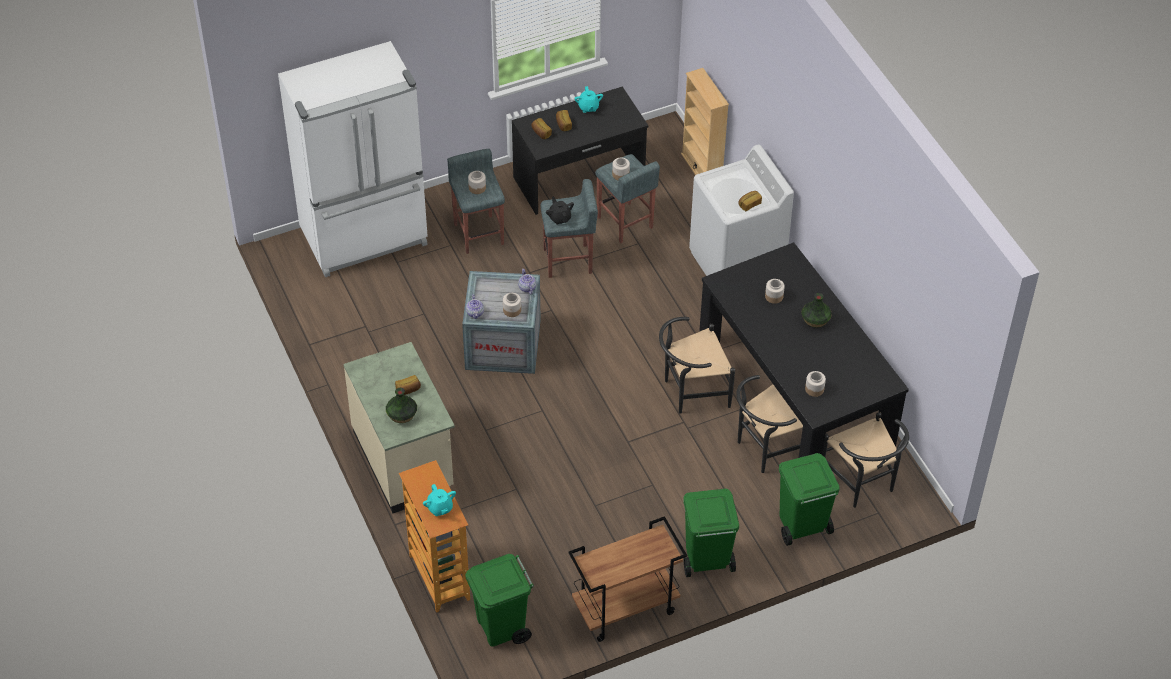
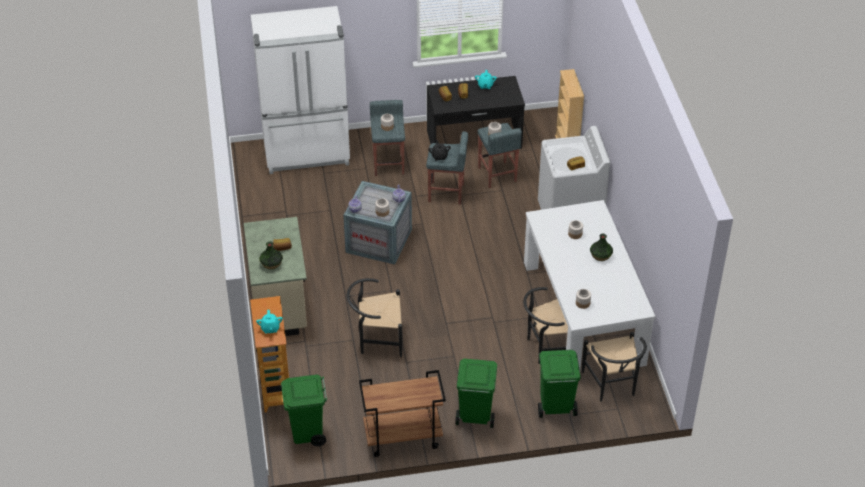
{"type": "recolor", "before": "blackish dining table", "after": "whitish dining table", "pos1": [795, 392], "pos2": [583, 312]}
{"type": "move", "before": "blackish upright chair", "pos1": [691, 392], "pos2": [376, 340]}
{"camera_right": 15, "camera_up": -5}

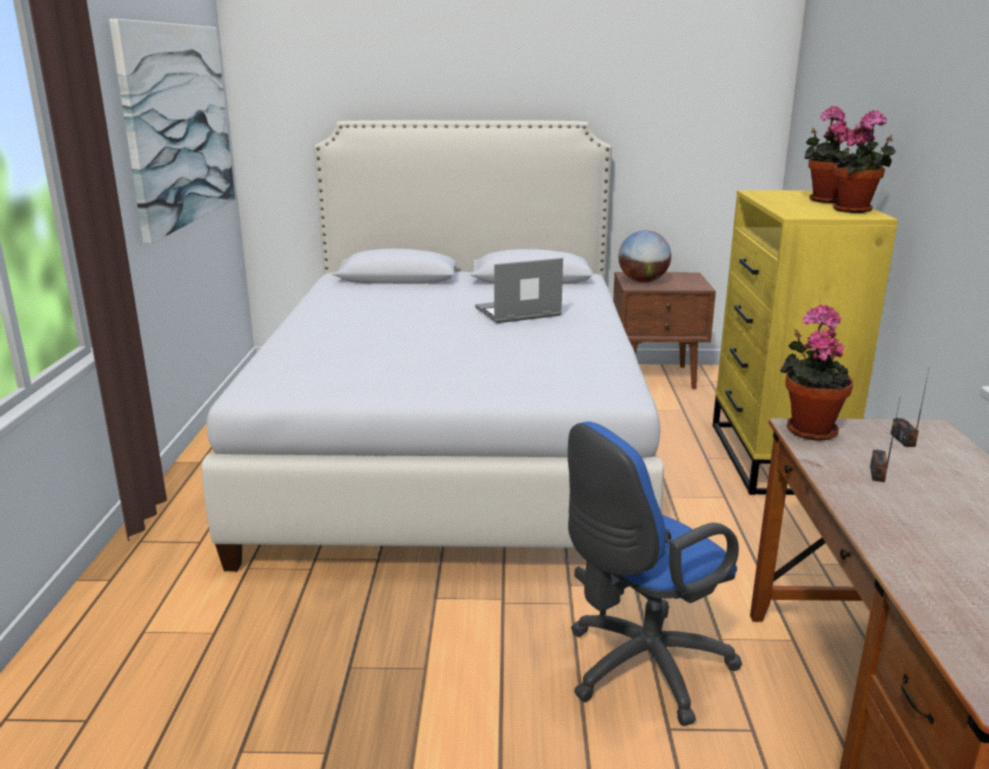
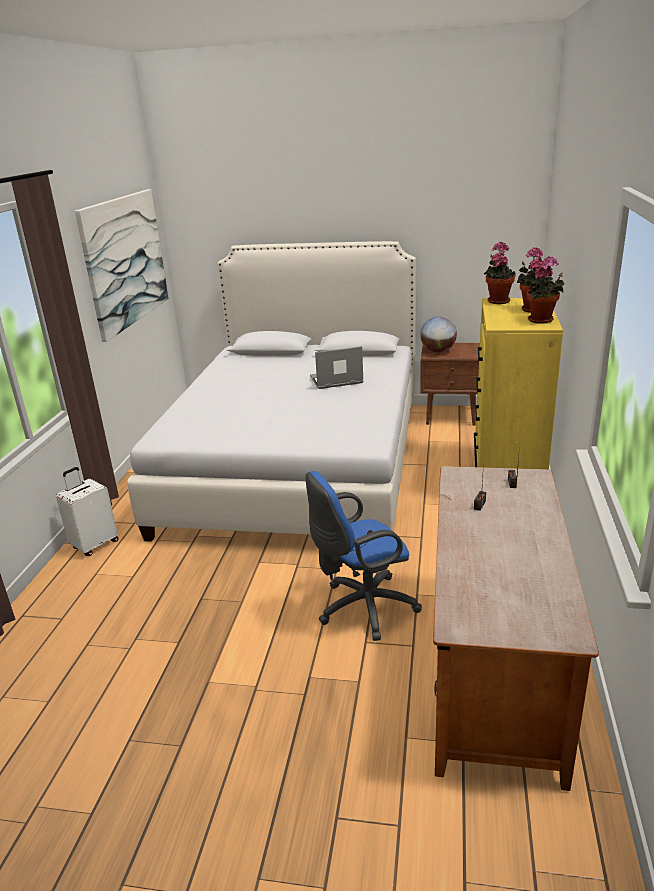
{"type": "move", "before": "plant in a pot", "pos1": [808, 429], "pos2": [497, 301]}
{"type": "insert", "after": "whitish travel case", "pos2": [94, 544]}
{"camera_right": 10, "camera_up": 5}

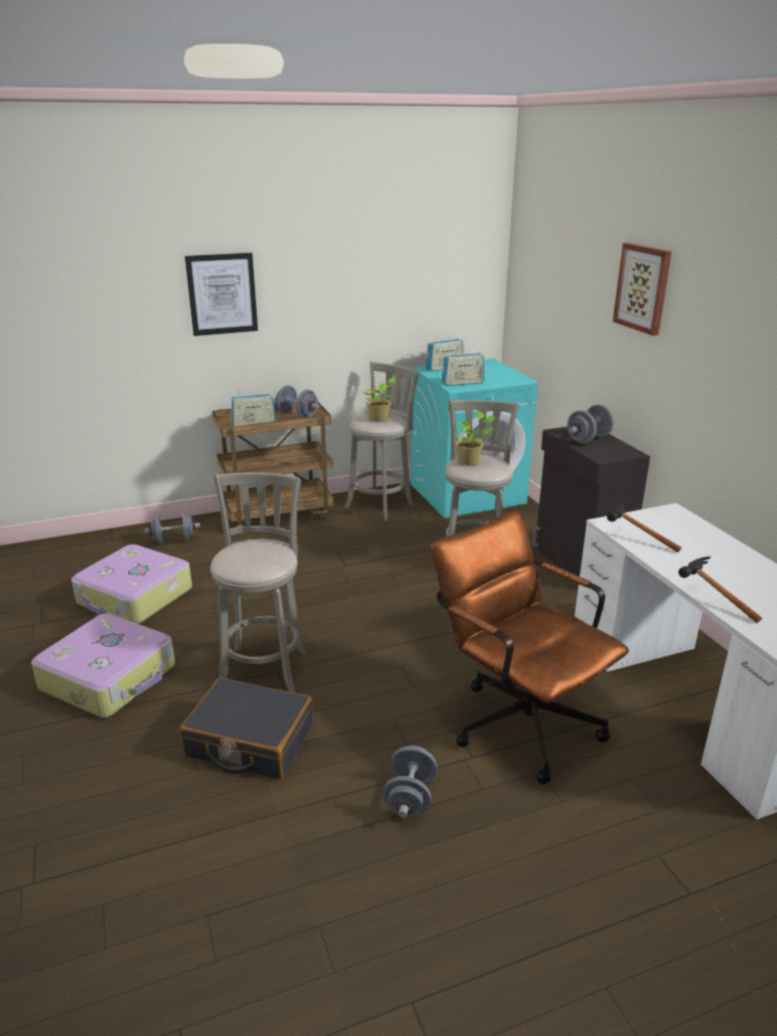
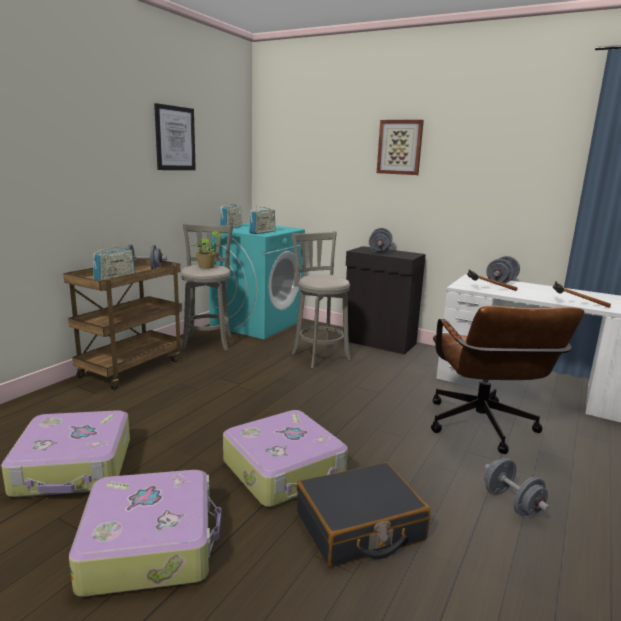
{"type": "move", "before": "wall art", "pos1": [222, 294], "pos2": [175, 138]}
{"type": "delete", "before": "plant in a pot", "pos1": [470, 462]}
{"type": "replace", "before": "greyish stool", "after": "travel case", "pos1": [265, 667], "pos2": [285, 470]}
{"type": "rotate", "before": "brownish computer chair", "pos1": [517, 718], "pos2": [483, 429], "turn": -105}
{"type": "move", "before": "greyish hand weight", "pos1": [174, 540], "pos2": [501, 282]}
{"camera_right": -40, "camera_up": -10}

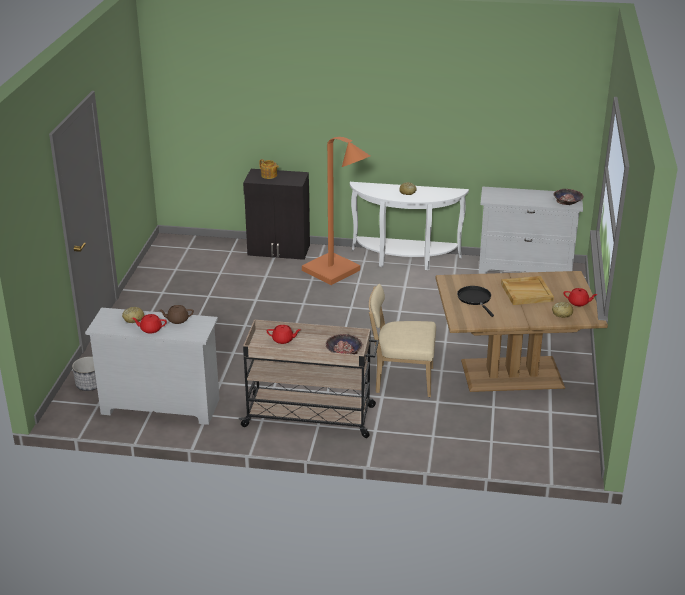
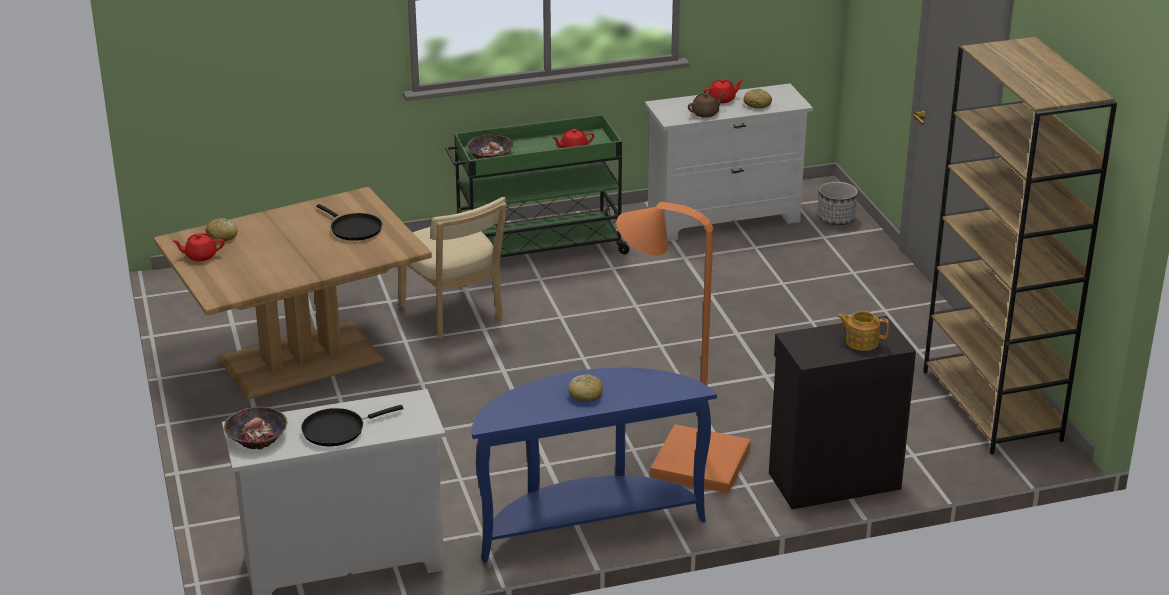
{"type": "recolor", "before": "whitish narrow table", "after": "blue-coloured narrow table", "pos1": [405, 260], "pos2": [587, 524]}
{"type": "delete", "before": "beige tray", "pos1": [527, 292]}
{"type": "rotate", "before": "beige upright chair", "pos1": [401, 380], "pos2": [454, 315], "turn": 75}
{"type": "recolor", "before": "beige wheeled cart", "after": "green wheeled cart", "pos1": [311, 416], "pos2": [537, 249]}
{"type": "insert", "after": "brownish shelving unit", "pos2": [992, 406]}
{"type": "insert", "after": "blackish frying pan", "pos2": [337, 430]}
{"camera_right": 155, "camera_up": 0}

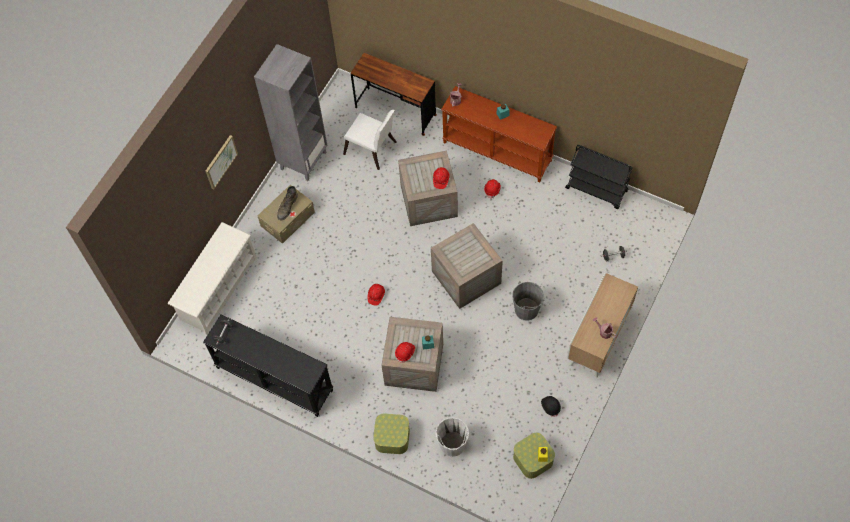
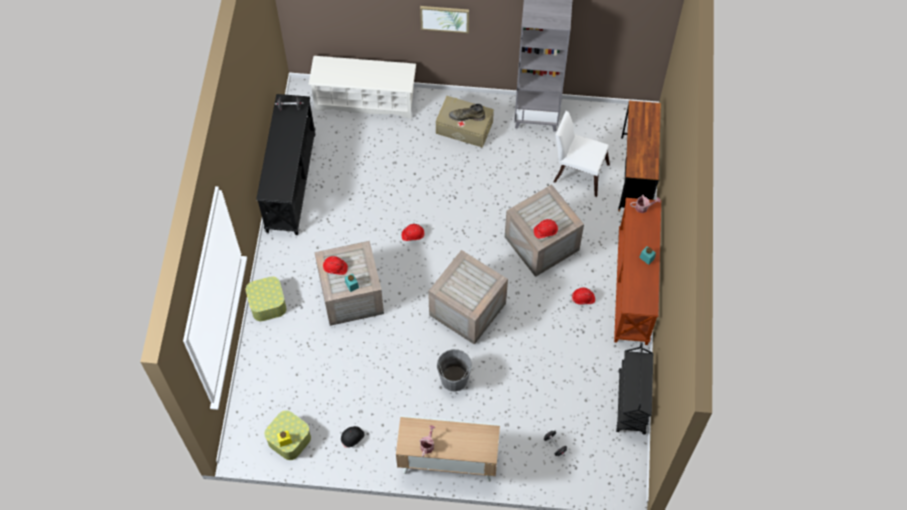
{"type": "rotate", "before": "whitish upright chair", "pos1": [372, 150], "pos2": [577, 171], "turn": 105}
{"type": "delete", "before": "whitish pail", "pos1": [452, 444]}
{"camera_right": 65, "camera_up": 0}

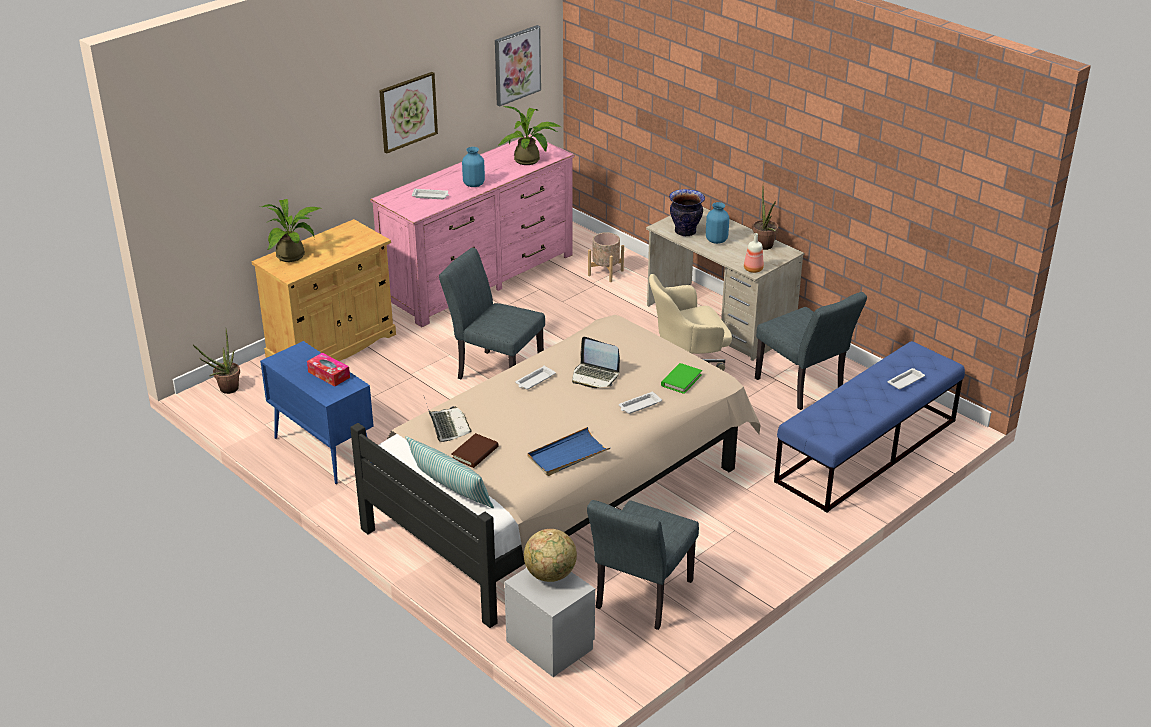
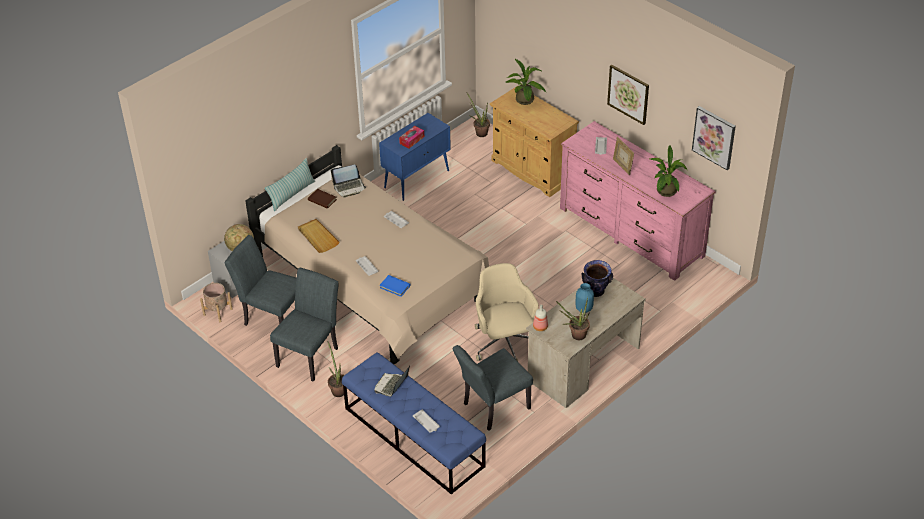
{"type": "replace", "before": "blue-coloured flower vase", "after": "standing frame", "pos1": [474, 184], "pos2": [622, 166]}
{"type": "move", "before": "beige planter", "pos1": [605, 273], "pos2": [218, 312]}
{"type": "move", "before": "greyish upright chair", "pos1": [494, 371], "pos2": [310, 354]}
{"type": "move", "before": "notebook computer", "pos1": [595, 376], "pos2": [391, 385]}
{"type": "recolor", "before": "green volume", "after": "blue-coloured volume", "pos1": [681, 380], "pos2": [395, 287]}
{"type": "recolor", "before": "blue-coloured tray", "after": "beige tray", "pos1": [568, 455], "pos2": [317, 237]}
{"type": "insert", "after": "plant in a pot", "pos2": [337, 389]}
{"camera_right": 90, "camera_up": 10}

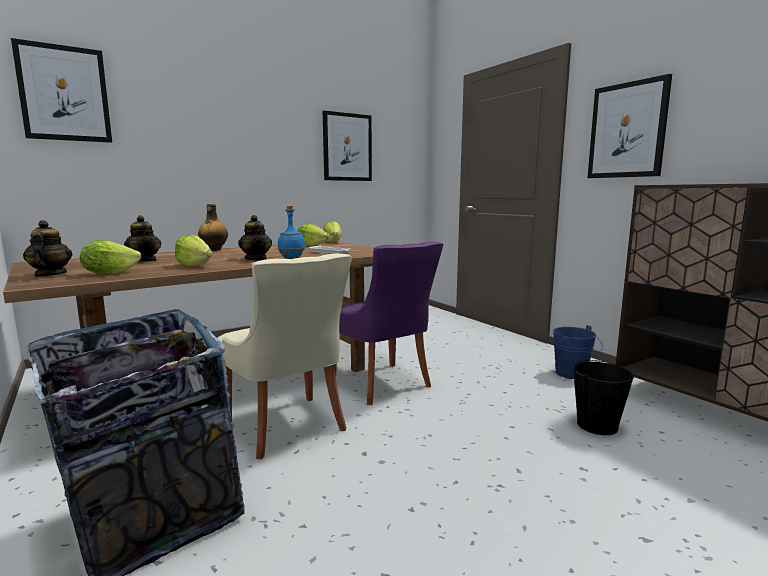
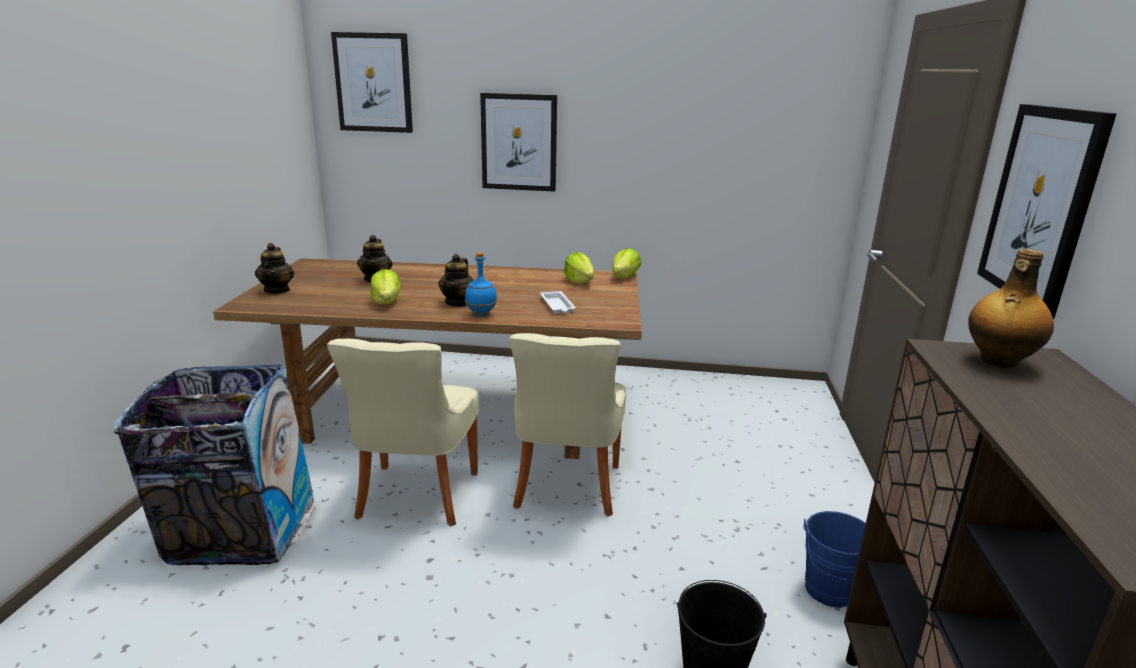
{"type": "move", "before": "wall art", "pos1": [347, 147], "pos2": [519, 142]}
{"type": "move", "before": "bottle", "pos1": [214, 250], "pos2": [998, 361]}
{"type": "rotate", "before": "pot for tea", "pos1": [50, 275], "pos2": [277, 290], "turn": 150}
{"type": "delete", "before": "head of lettuce", "pos1": [109, 273]}
{"type": "recolor", "before": "purple-coloured upright chair", "after": "beige upright chair", "pos1": [383, 384], "pos2": [566, 488]}
{"camera_right": 40, "camera_up": 10}

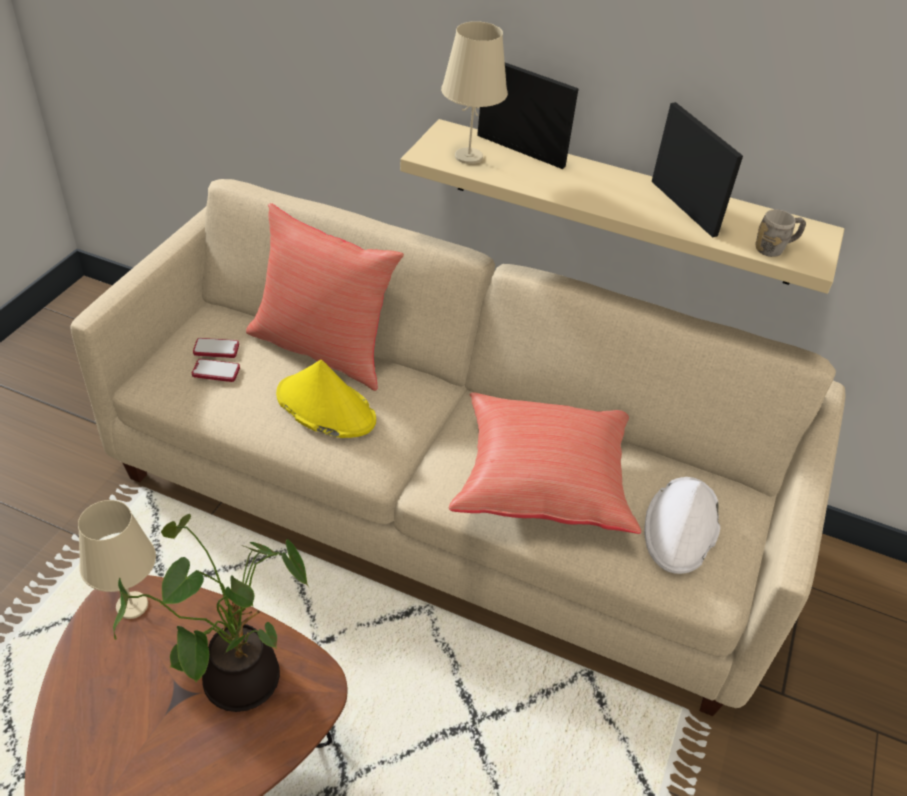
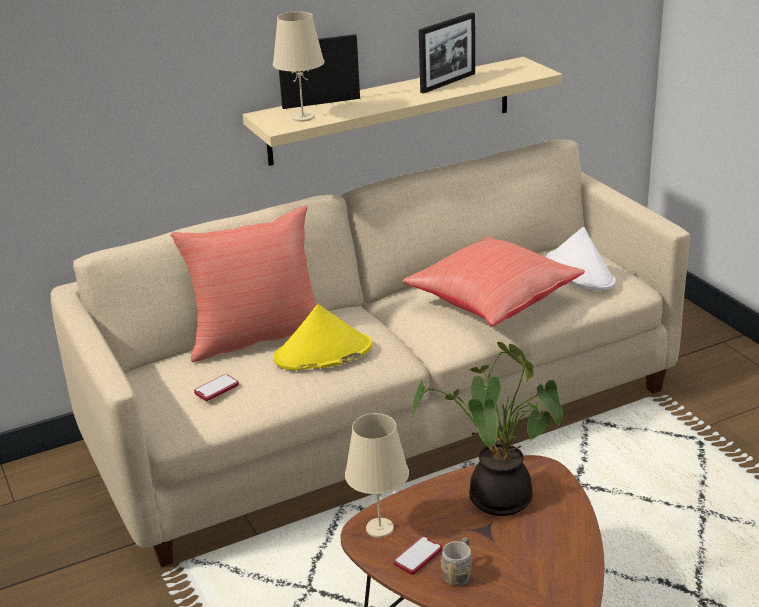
{"type": "rotate", "before": "standing frame", "pos1": [683, 208], "pos2": [448, 83], "turn": 120}
{"type": "move", "before": "greyish mug", "pos1": [774, 248], "pos2": [459, 573]}
{"type": "move", "before": "telephone", "pos1": [216, 349], "pos2": [418, 557]}
{"camera_right": -45, "camera_up": -15}

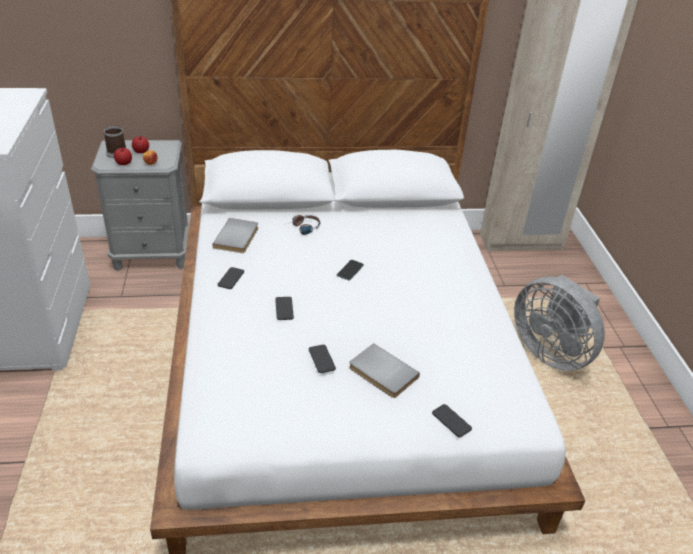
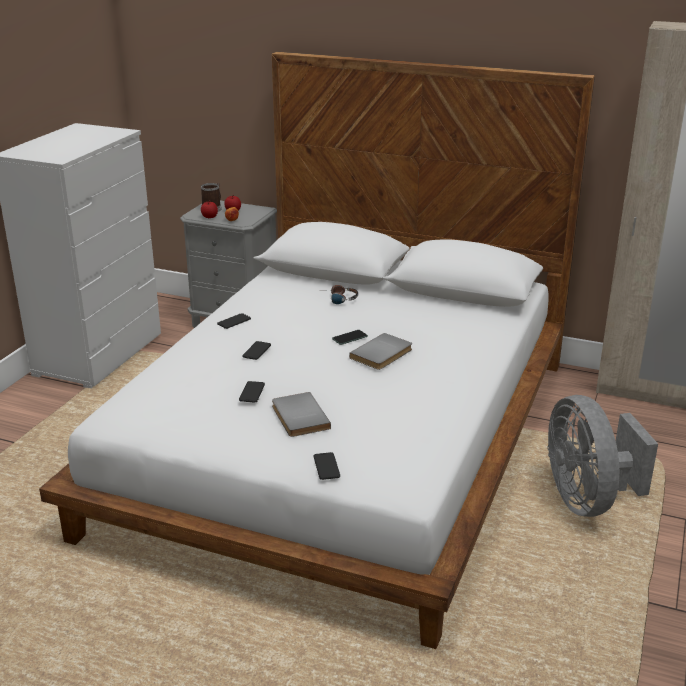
{"type": "move", "before": "greyish volume", "pos1": [238, 237], "pos2": [383, 354]}
{"camera_right": 30, "camera_up": -10}

